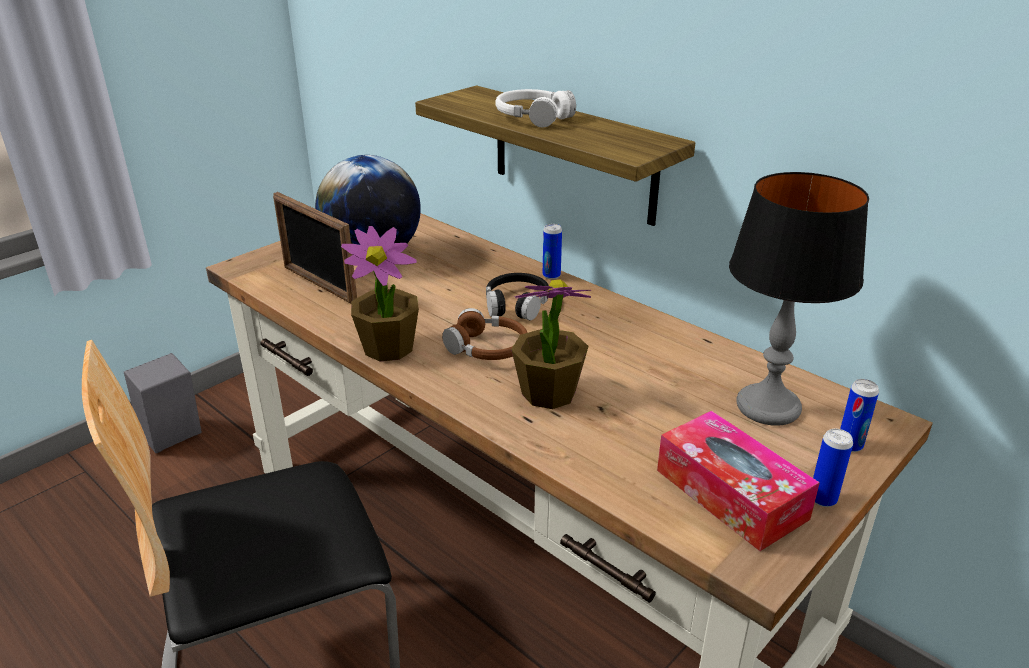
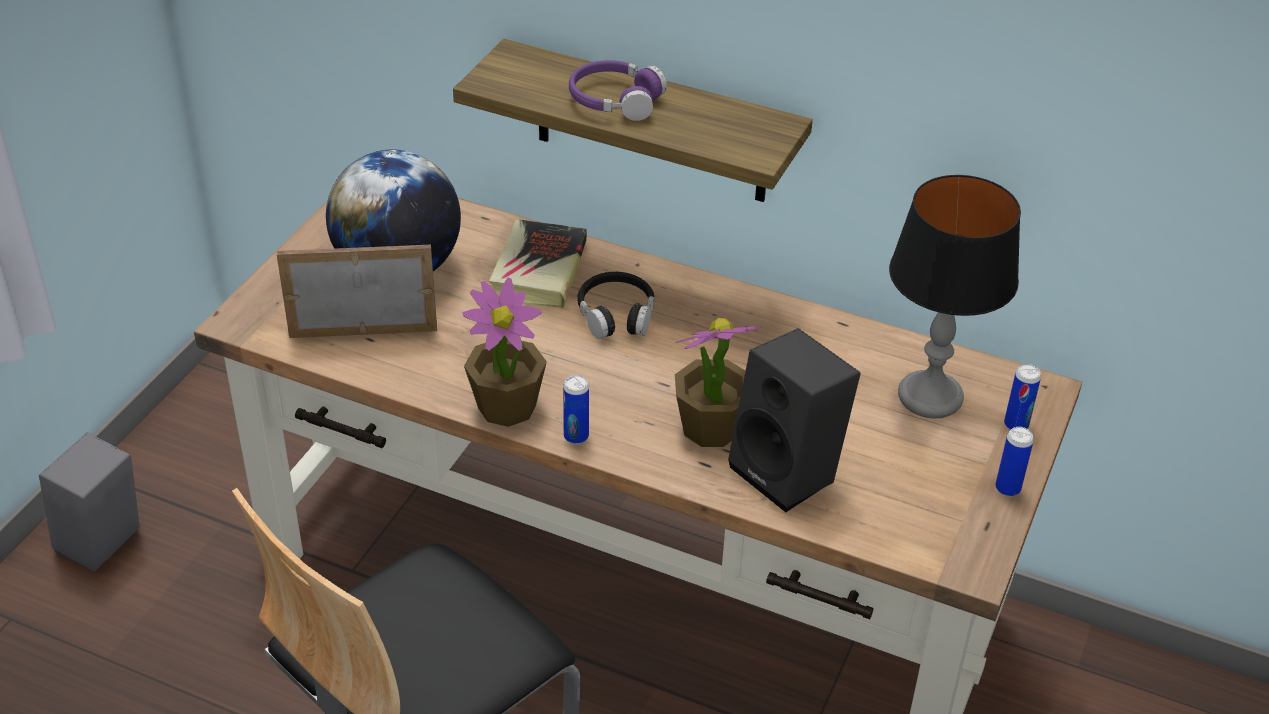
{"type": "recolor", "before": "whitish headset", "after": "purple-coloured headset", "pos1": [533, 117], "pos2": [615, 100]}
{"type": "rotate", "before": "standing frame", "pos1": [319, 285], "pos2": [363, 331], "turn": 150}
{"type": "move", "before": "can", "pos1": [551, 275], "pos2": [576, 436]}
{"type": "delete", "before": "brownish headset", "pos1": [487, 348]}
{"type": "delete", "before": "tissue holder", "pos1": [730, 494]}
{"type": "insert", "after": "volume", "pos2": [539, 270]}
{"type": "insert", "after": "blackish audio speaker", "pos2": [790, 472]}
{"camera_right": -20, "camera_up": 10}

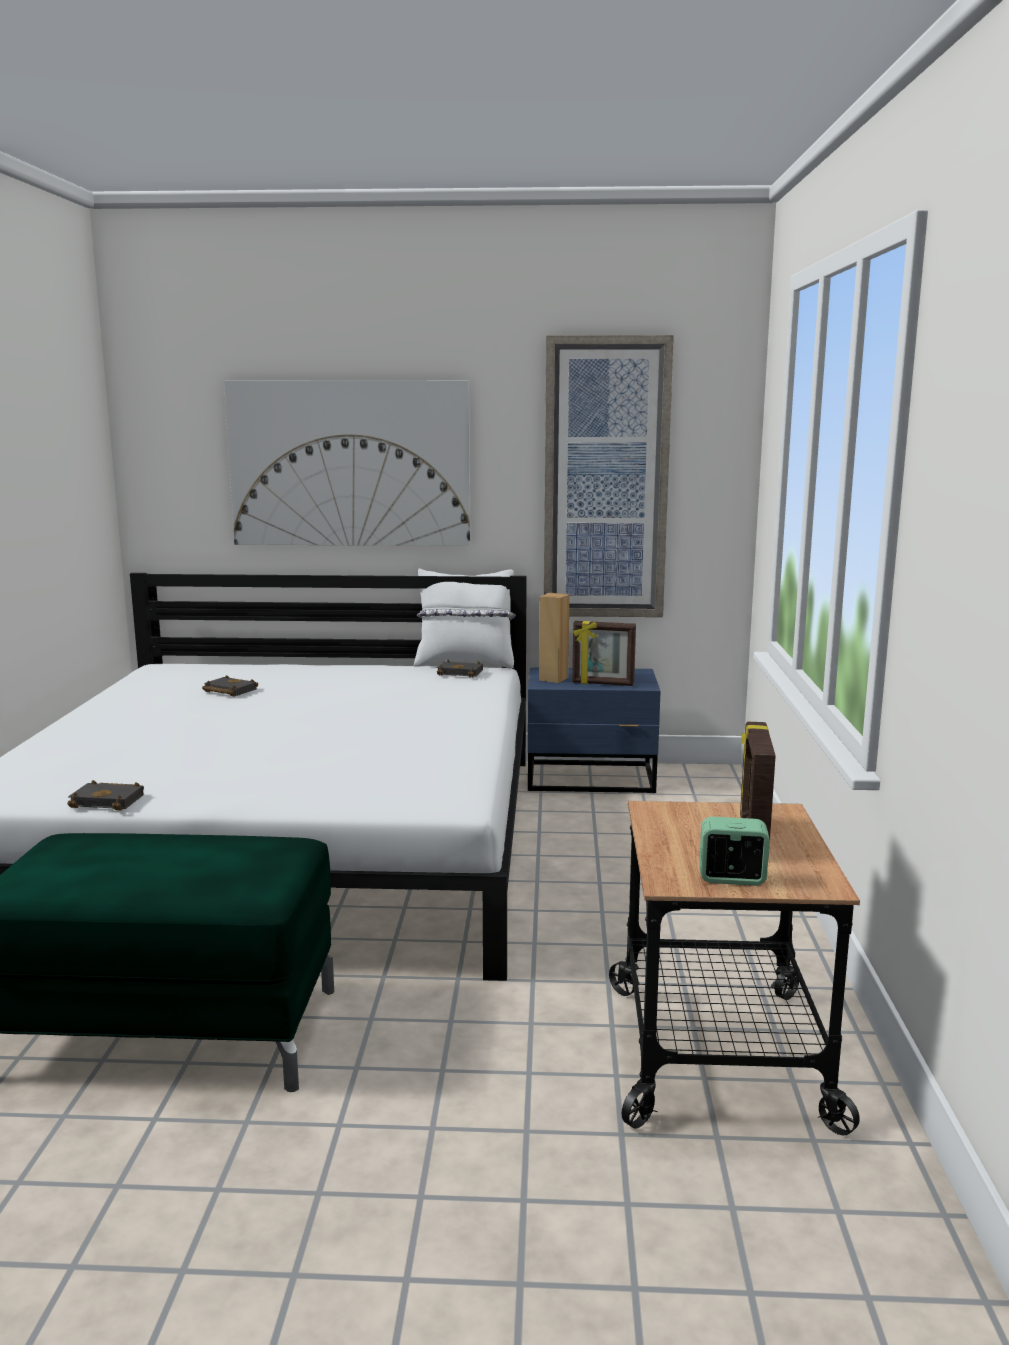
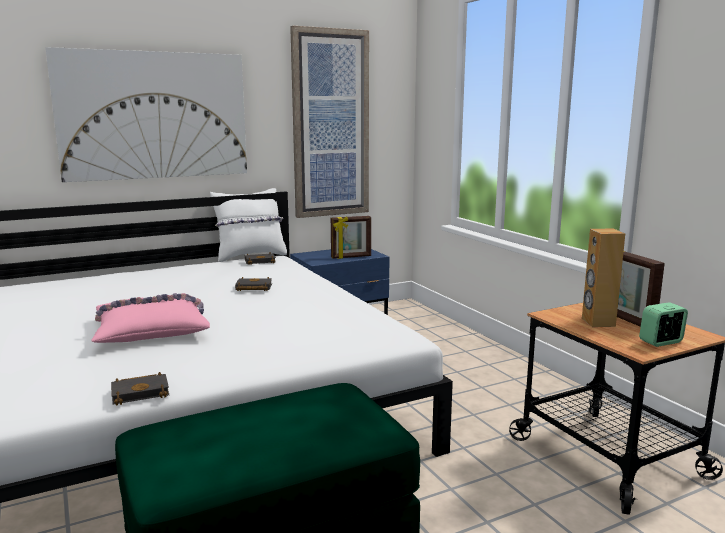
{"type": "move", "before": "brownish audio speaker", "pos1": [553, 679], "pos2": [597, 322]}
{"type": "move", "before": "blackish volume", "pos1": [228, 691], "pos2": [252, 288]}
{"type": "insert", "after": "pink pillow", "pos2": [151, 330]}
{"camera_right": -30, "camera_up": 0}

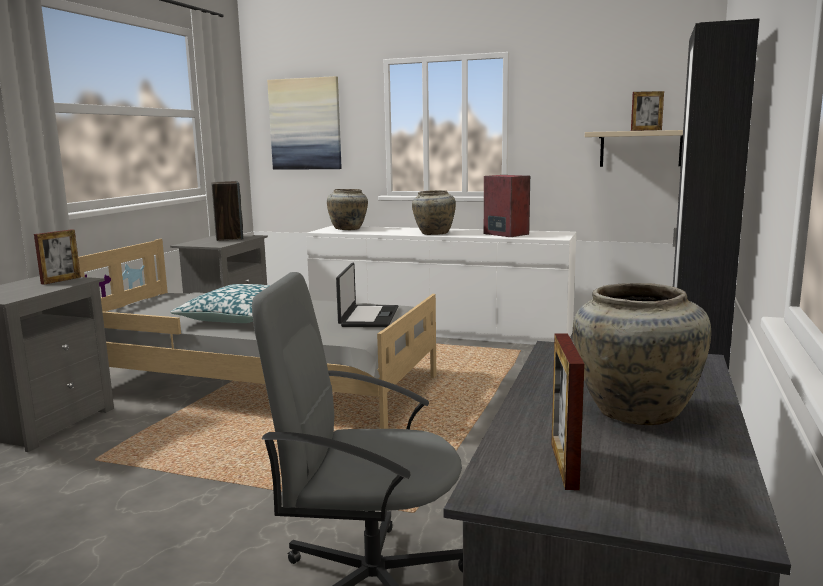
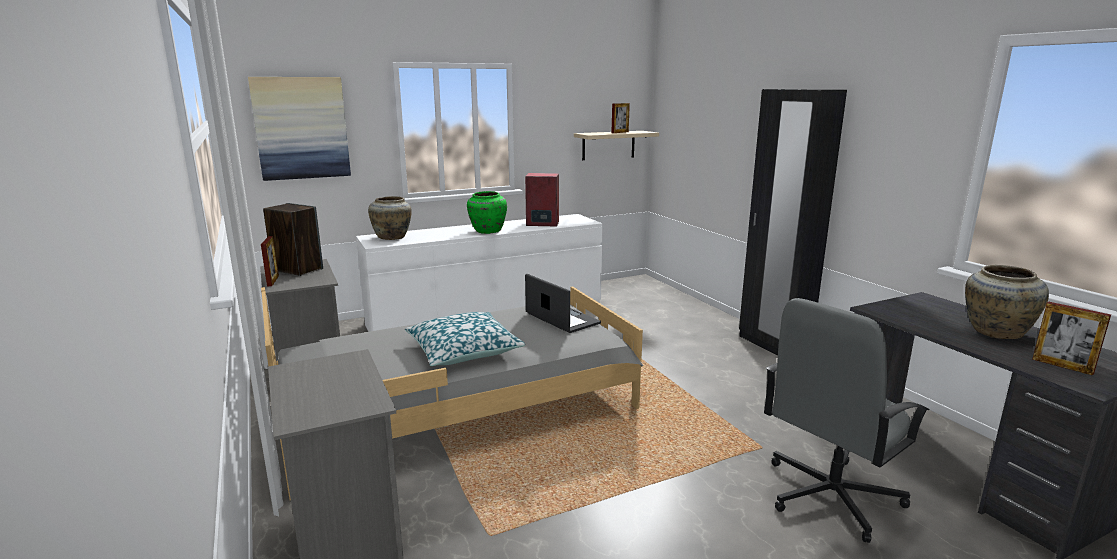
{"type": "recolor", "before": "beige flower vase", "after": "green flower vase", "pos1": [433, 233], "pos2": [487, 231]}
{"type": "move", "before": "standing frame", "pos1": [61, 280], "pos2": [273, 281]}
{"camera_right": -45, "camera_up": 5}

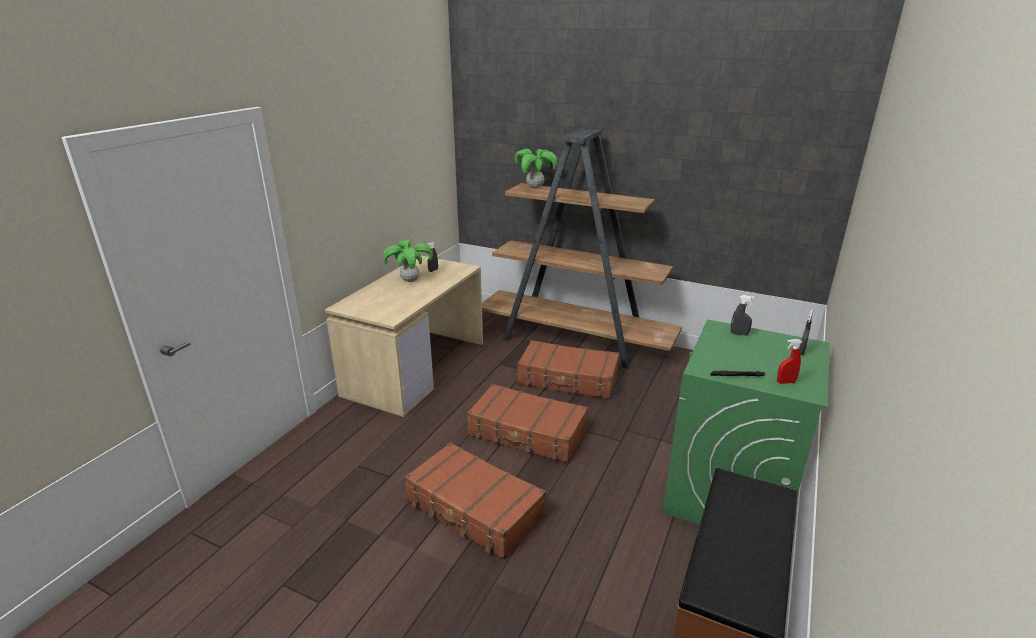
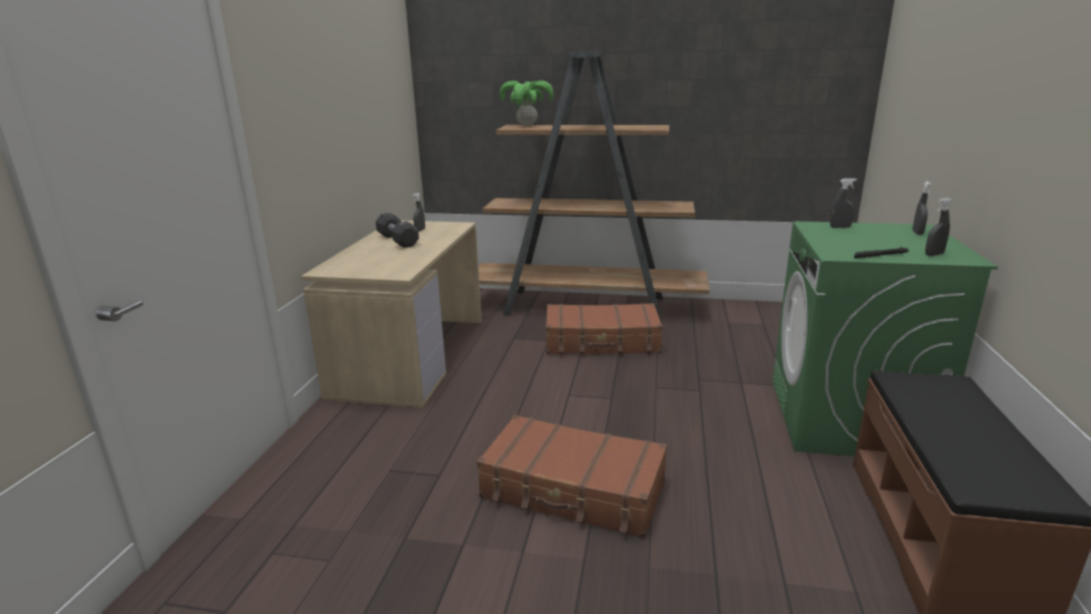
{"type": "replace", "before": "plant in a pot", "after": "blackish hand weight", "pos1": [410, 280], "pos2": [398, 241]}
{"type": "recolor", "before": "reddish spray bottle", "after": "greyish spray bottle", "pos1": [785, 382], "pos2": [934, 254]}
{"type": "delete", "before": "brownish travel case", "pos1": [527, 433]}
{"camera_right": -15, "camera_up": -5}

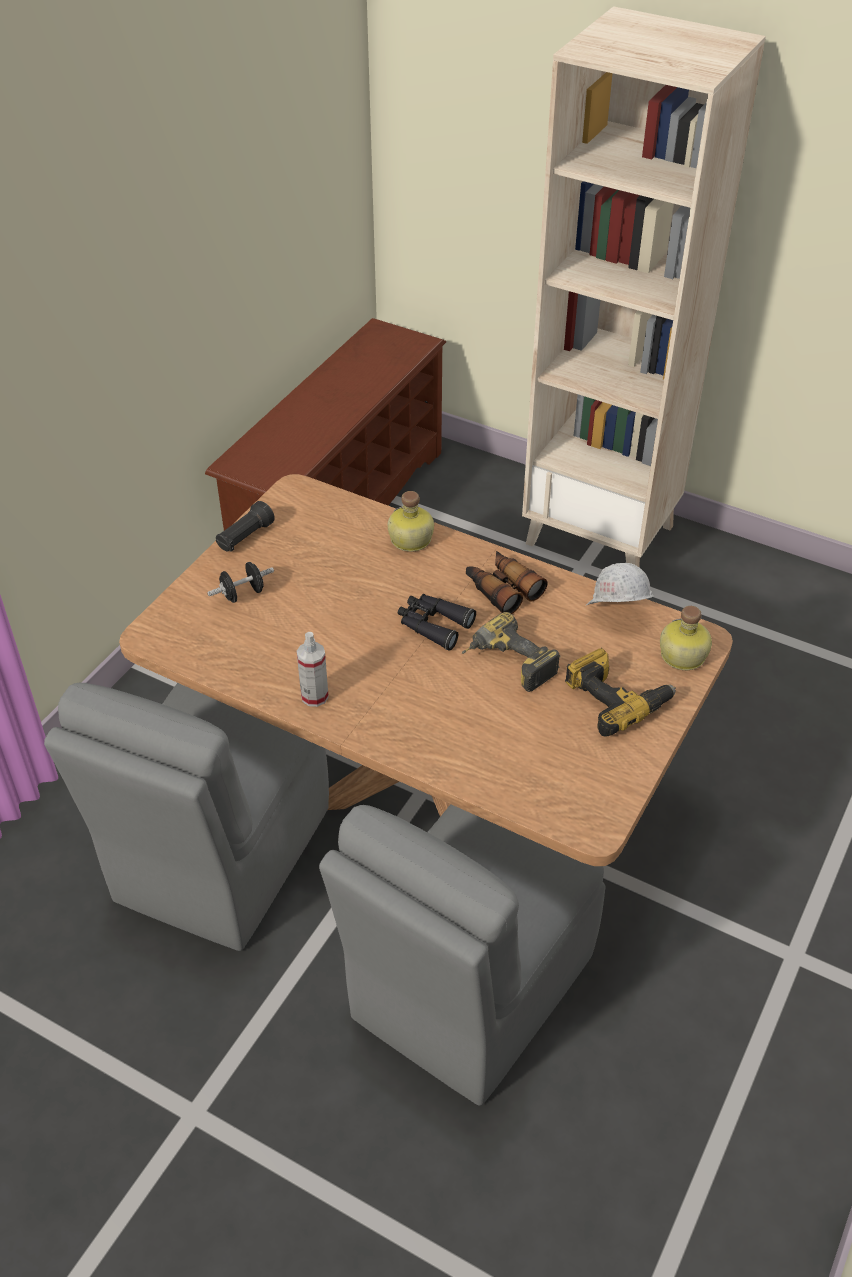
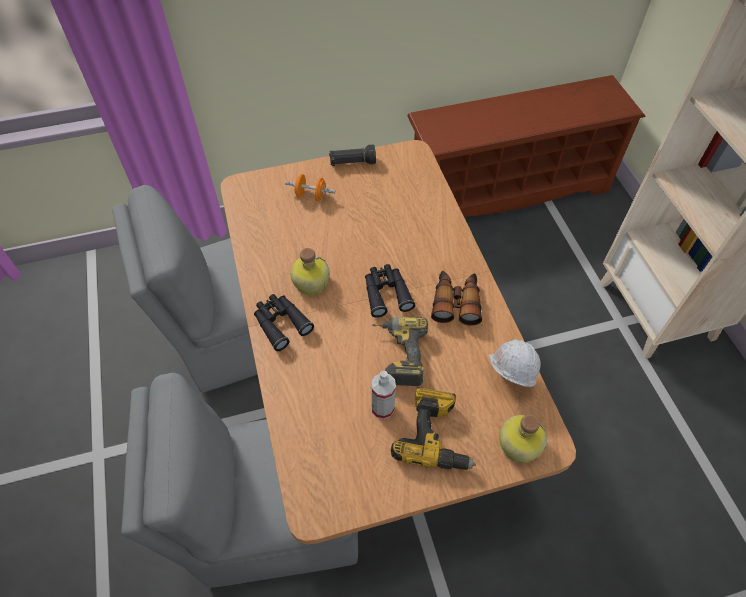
{"type": "move", "before": "bottle", "pos1": [410, 540], "pos2": [310, 282]}
{"type": "recolor", "before": "blackish hand weight", "after": "orange-coloured hand weight", "pos1": [243, 594], "pos2": [311, 196]}
{"type": "move", "before": "spray bottle", "pos1": [314, 696], "pos2": [382, 408]}
{"type": "insert", "after": "blackish pair of binoculars", "pos2": [281, 323]}
{"camera_right": 45, "camera_up": 10}

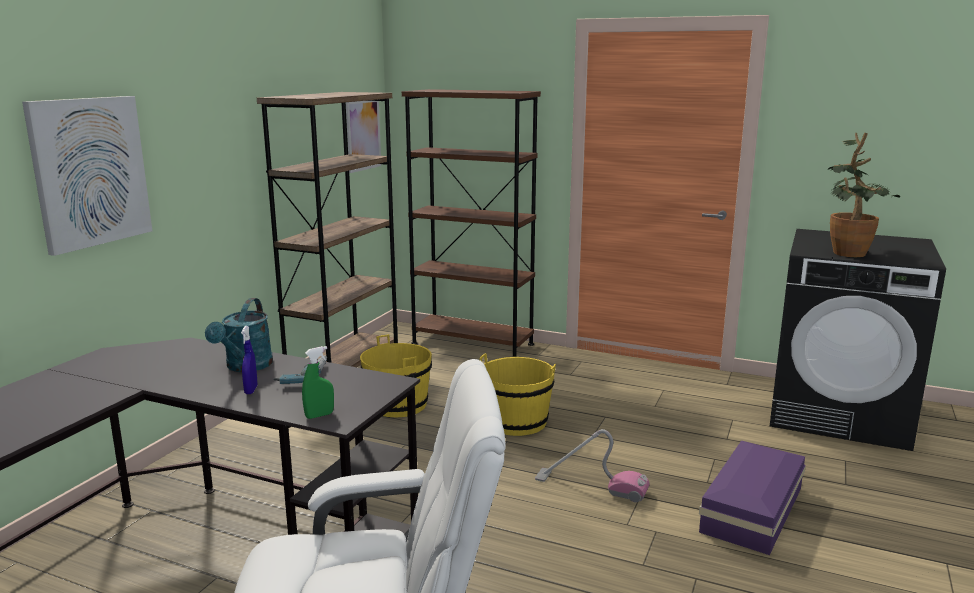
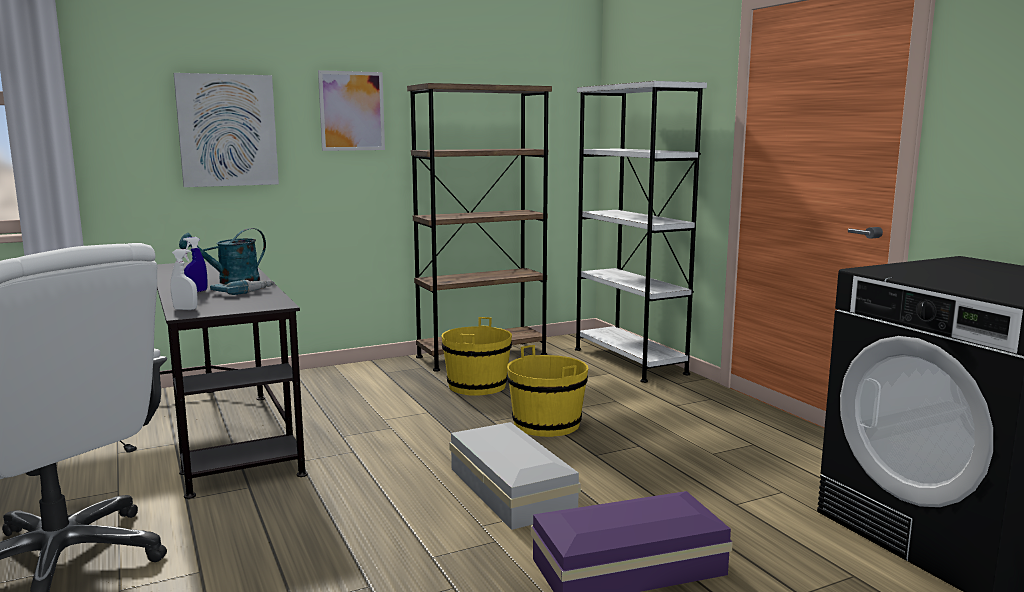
{"type": "recolor", "before": "brownish shelving unit", "after": "whitish shelving unit", "pos1": [472, 344], "pos2": [629, 361]}
{"type": "move", "before": "wall art", "pos1": [363, 134], "pos2": [352, 111]}
{"type": "delete", "before": "plant in a pot", "pos1": [848, 252]}
{"type": "recolor", "before": "green spray bottle", "after": "whitish spray bottle", "pos1": [319, 415], "pos2": [185, 309]}
{"type": "replace", "before": "vacuum", "after": "whitish storage bin", "pos1": [591, 486], "pos2": [511, 488]}
{"camera_right": 40, "camera_up": -5}

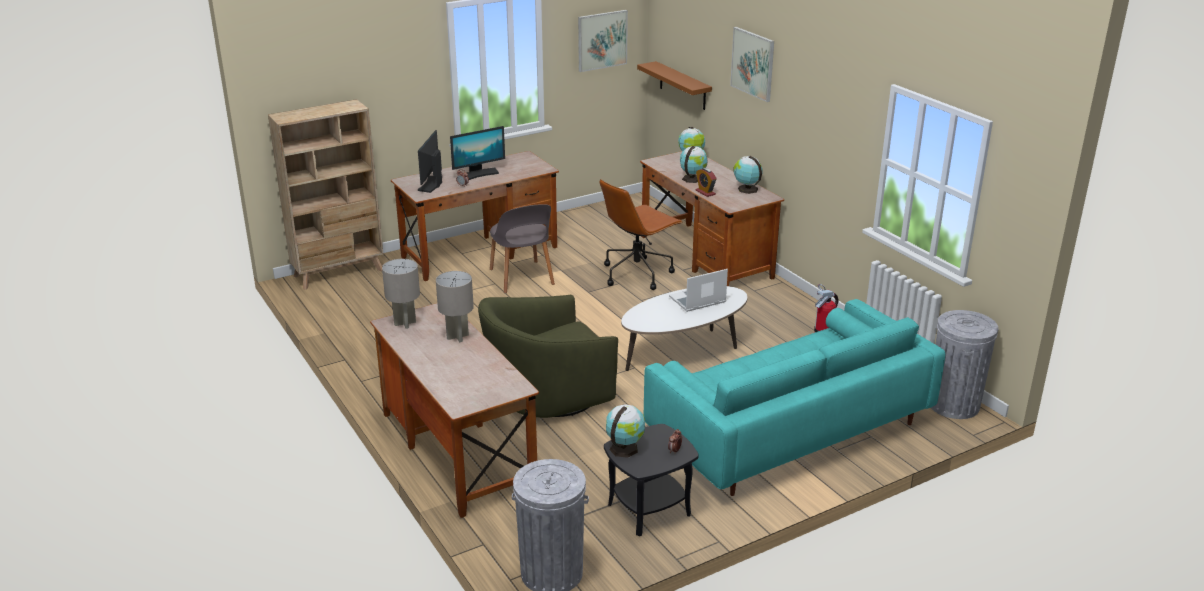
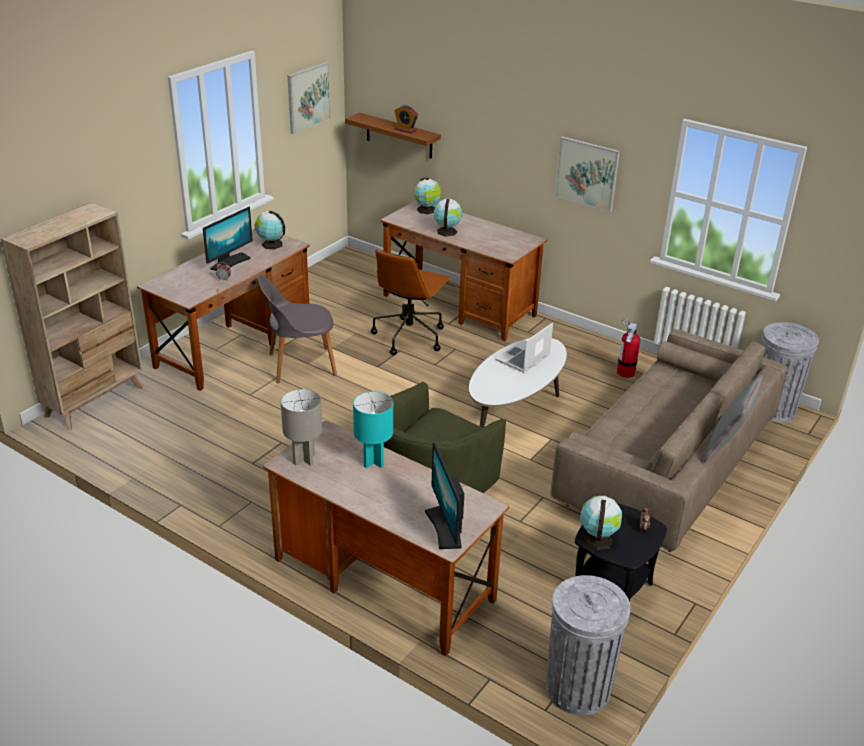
{"type": "move", "before": "wall art", "pos1": [753, 63], "pos2": [587, 173]}
{"type": "move", "before": "computer screen", "pos1": [432, 184], "pos2": [445, 528]}
{"type": "move", "before": "desk globe", "pos1": [746, 189], "pos2": [271, 244]}
{"type": "move", "before": "bedside clock", "pos1": [705, 192], "pos2": [405, 130]}
{"type": "rotate", "before": "greyish upright chair", "pos1": [521, 278], "pos2": [300, 365], "turn": 120}
{"type": "recolor", "before": "greyish table lamp", "after": "blue-green table lamp", "pos1": [458, 337], "pos2": [374, 462]}
{"type": "recolor", "before": "blue-green settee", "after": "beige settee", "pos1": [789, 430], "pos2": [665, 469]}
{"type": "insert", "after": "greyish pillow", "pos2": [726, 447]}
{"camera_right": -25, "camera_up": 5}

